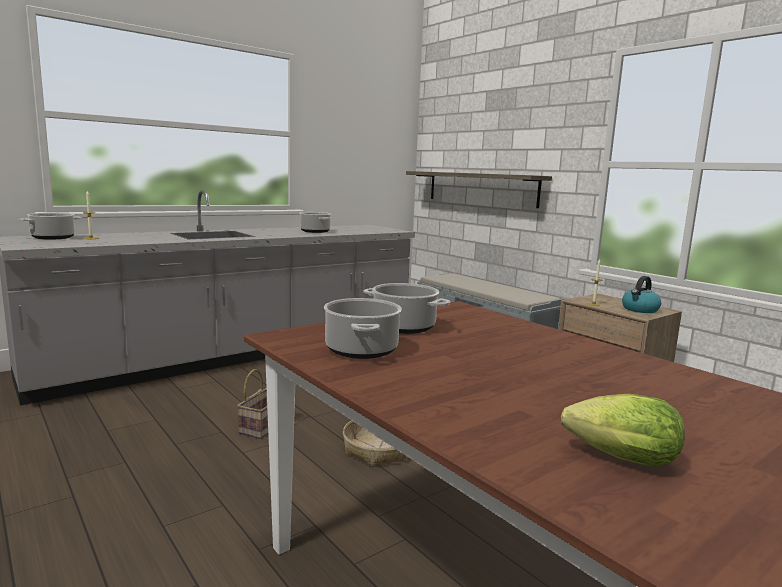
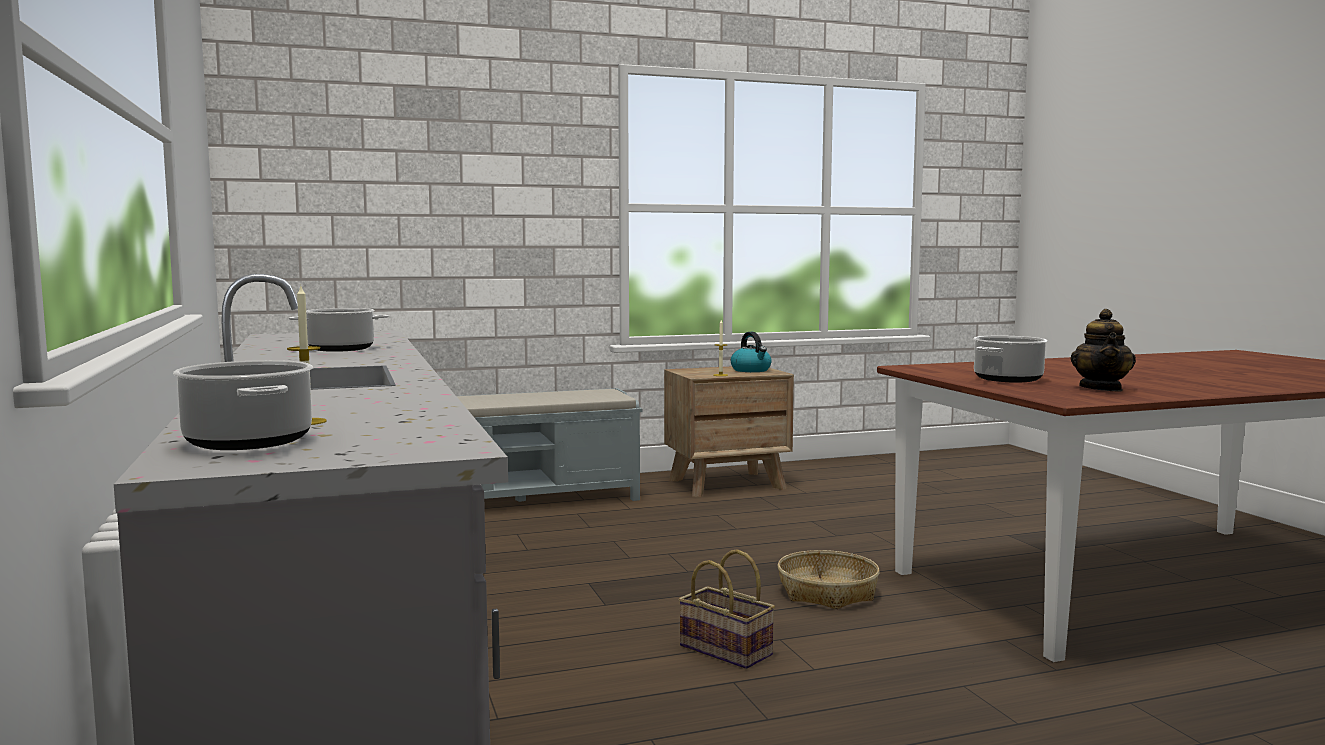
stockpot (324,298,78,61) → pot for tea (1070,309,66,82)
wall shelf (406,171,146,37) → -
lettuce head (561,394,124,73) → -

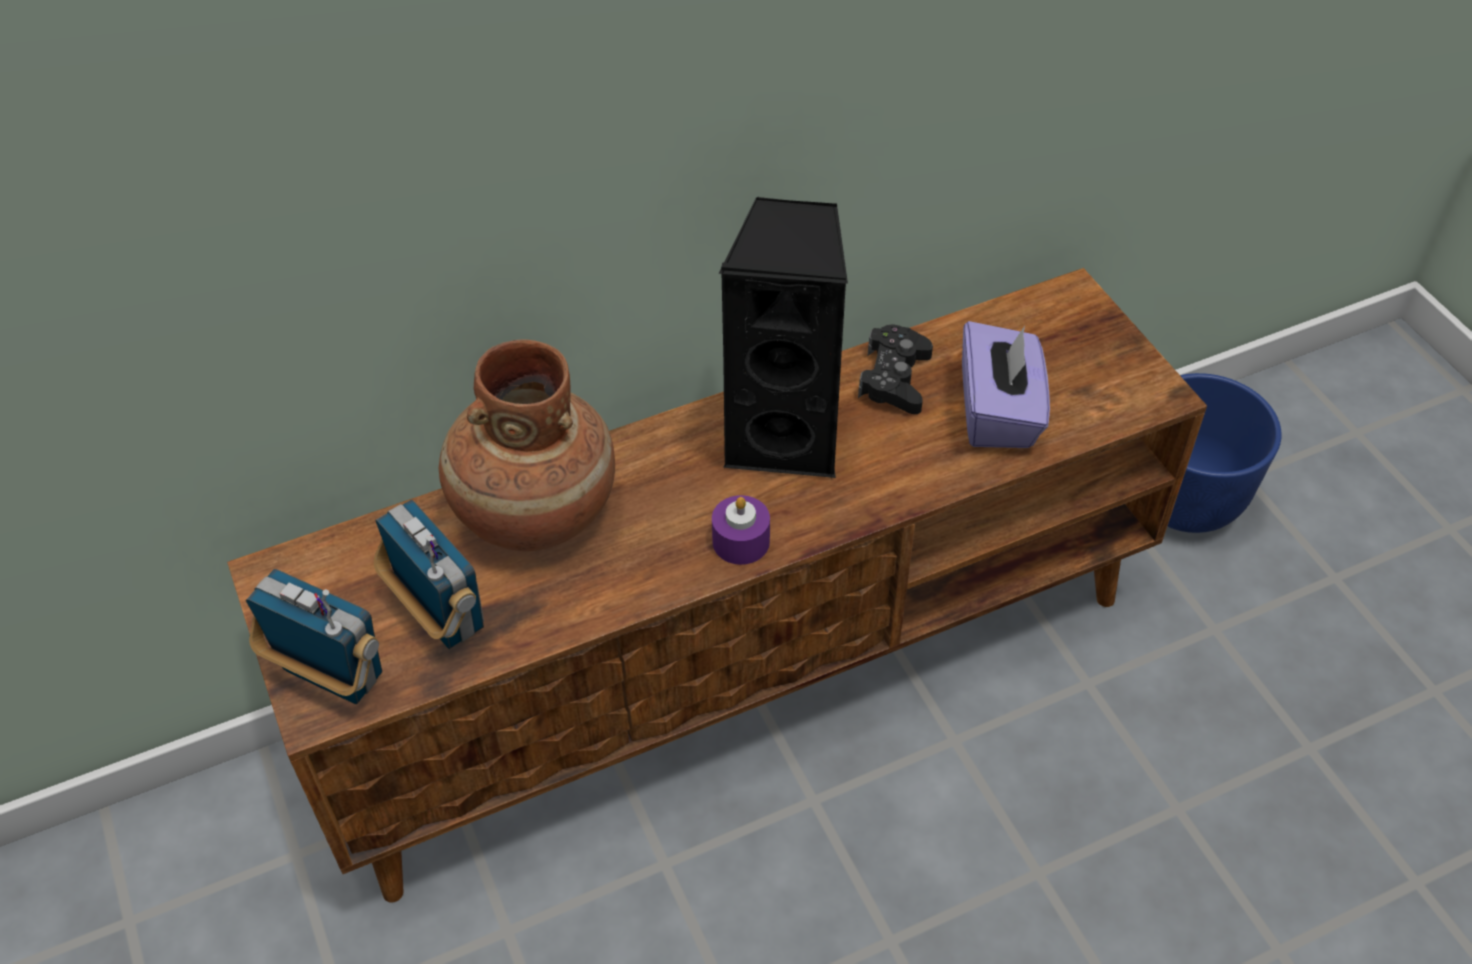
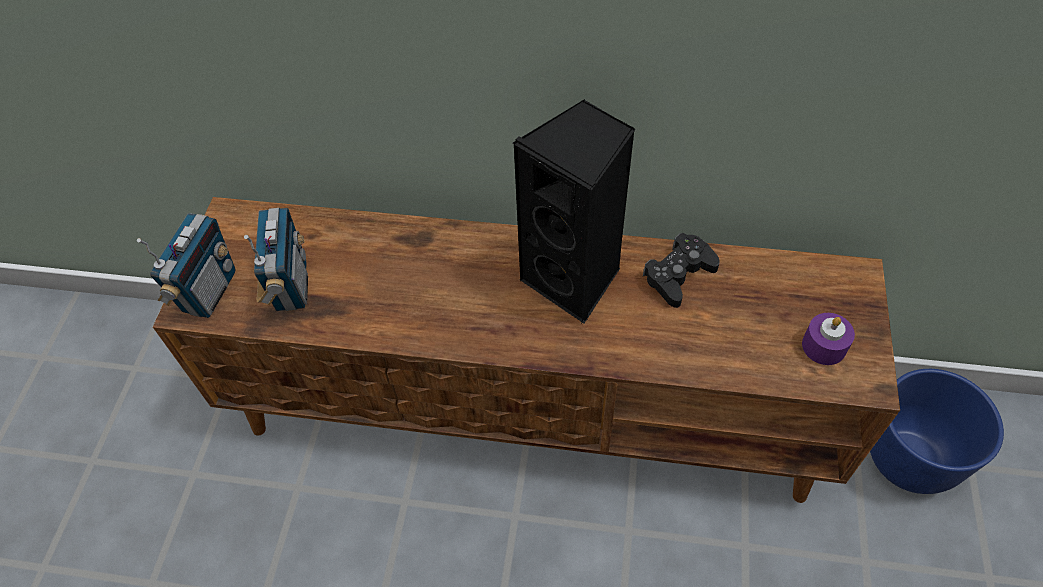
radio set (246,569,136,135) → radio set (137,213,98,105), 45 degrees clockwise
purple-coloured candle (712,495,58,70) → purple-coloured candle (802,313,53,52), relocated
brownish vase (439,339,176,212) → -
purple-coloured box of tissues (962,321,88,127) → -

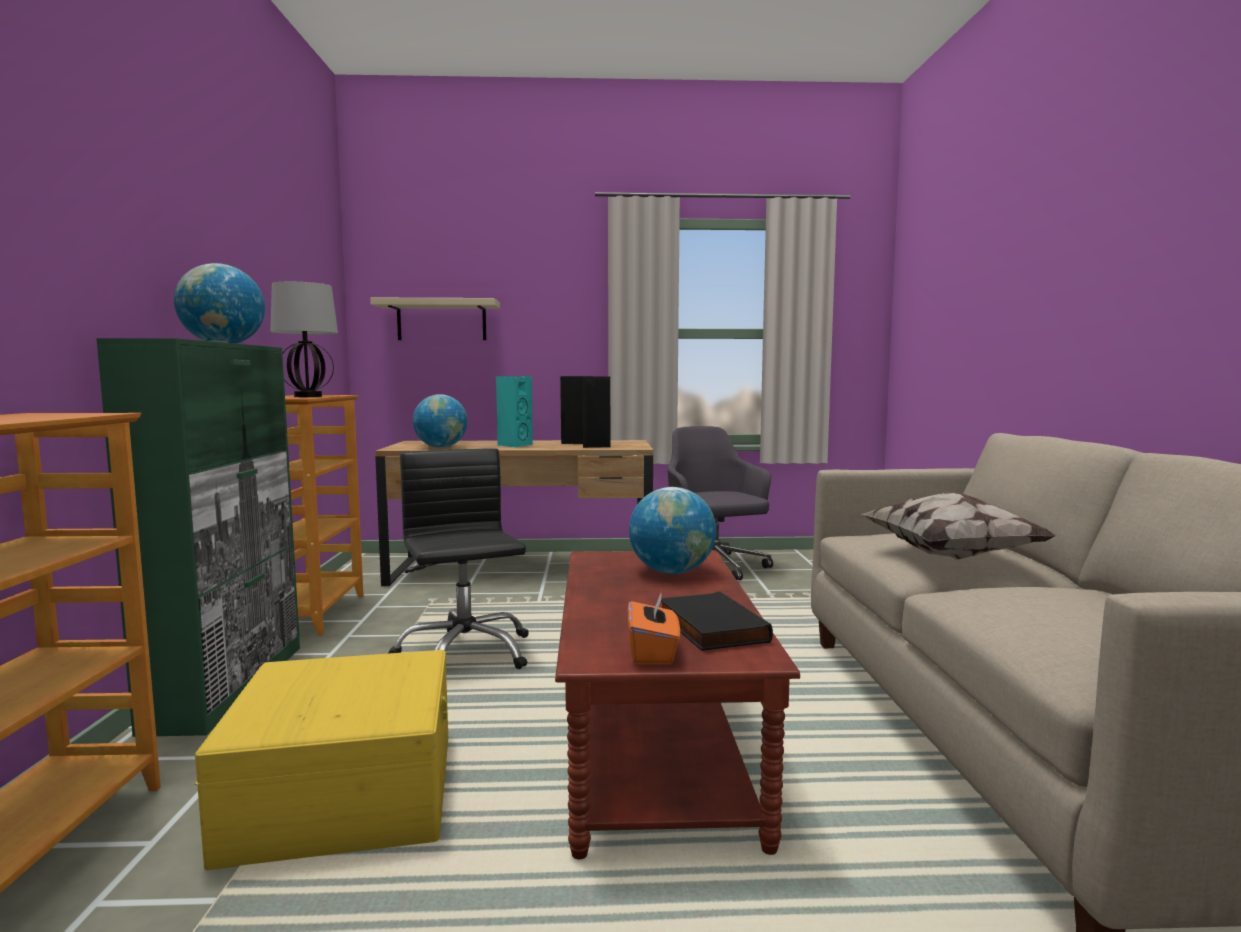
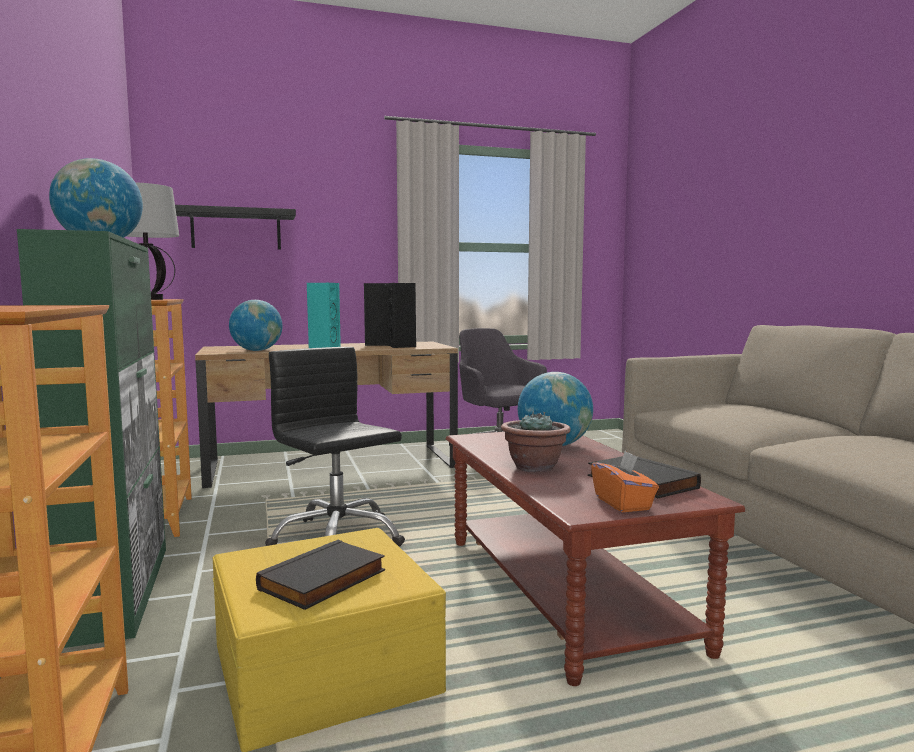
beige-coloured wall shelf (370,298,130,42) → black wall shelf (175,205,121,45)
- → black volume (256,540,129,70)
- → plant in a pot (501,411,70,61)
cushion (861,492,195,67) → -

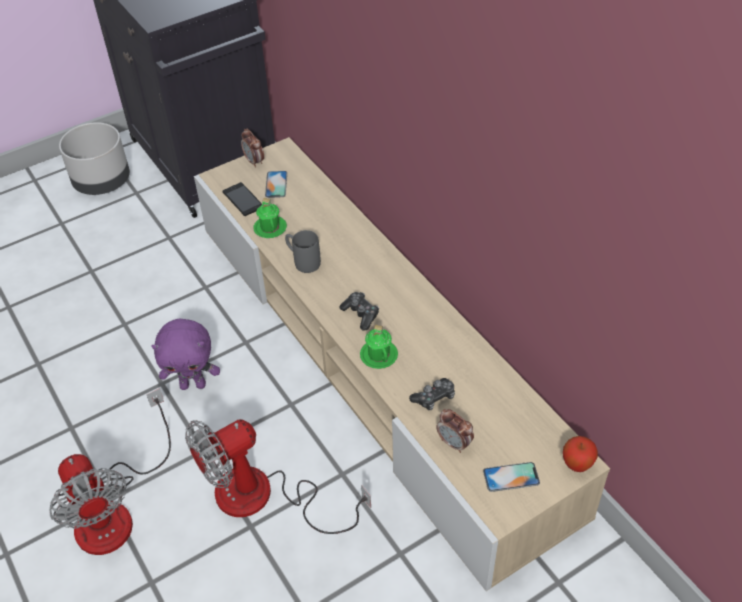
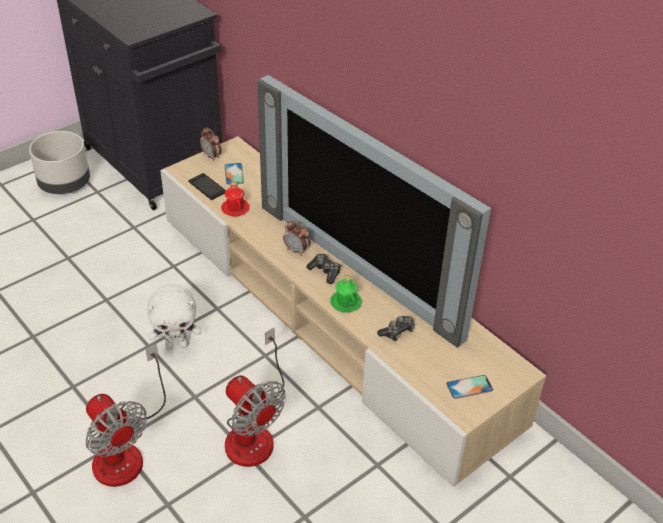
purple-coloured plush toy (151,318,69,72) → white plush toy (147,284,55,66)
greenish tea mug (253,198,34,40) → red-coloured tea mug (221,181,29,36)
electric fan (185,419,186,115) → electric fan (225,327,61,140), 90 degrees counterclockwise
- → television (257,75,234,273)
bedside clock (436,409,38,44) → bedside clock (283,221,27,35), relocated
grey tea mug (285,230,36,43) → -
apple (563,436,35,36) → -

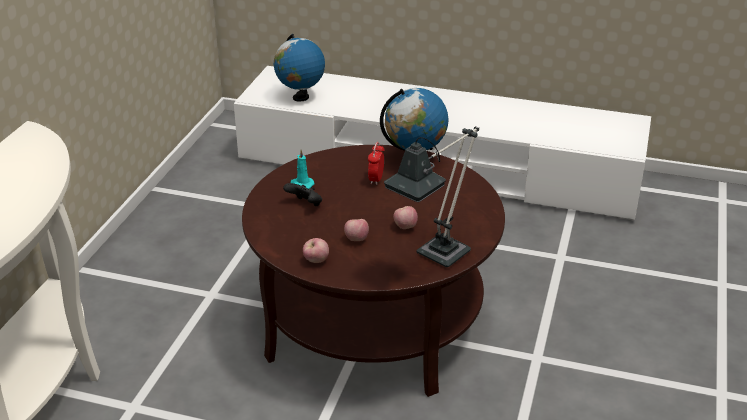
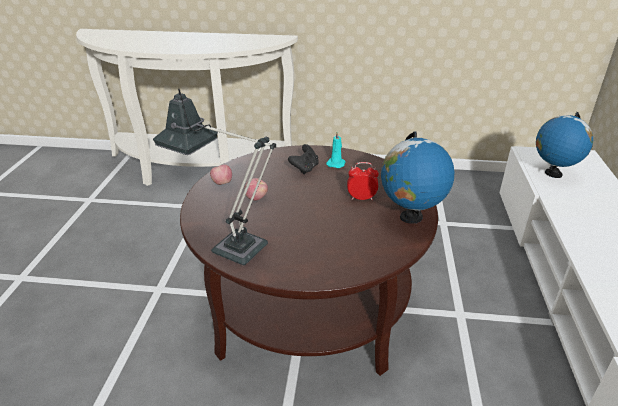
apple (393,206,25,23) → -

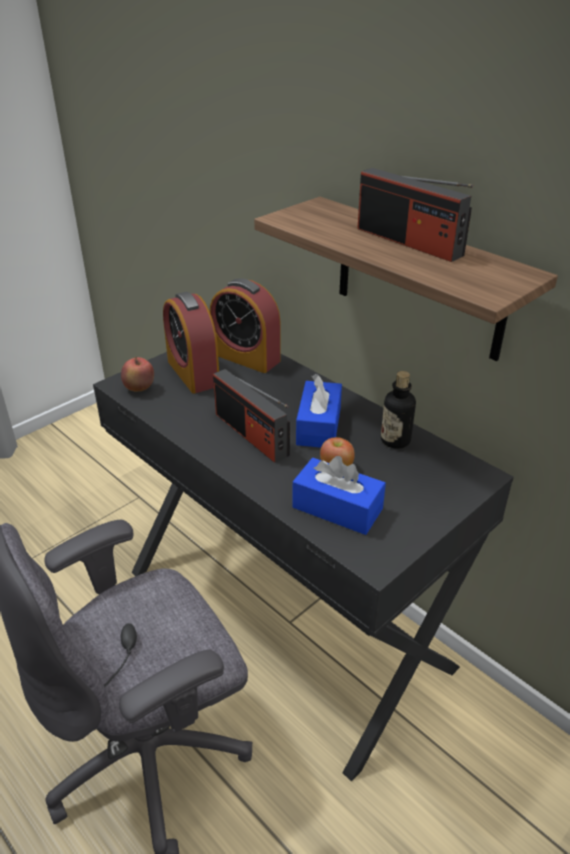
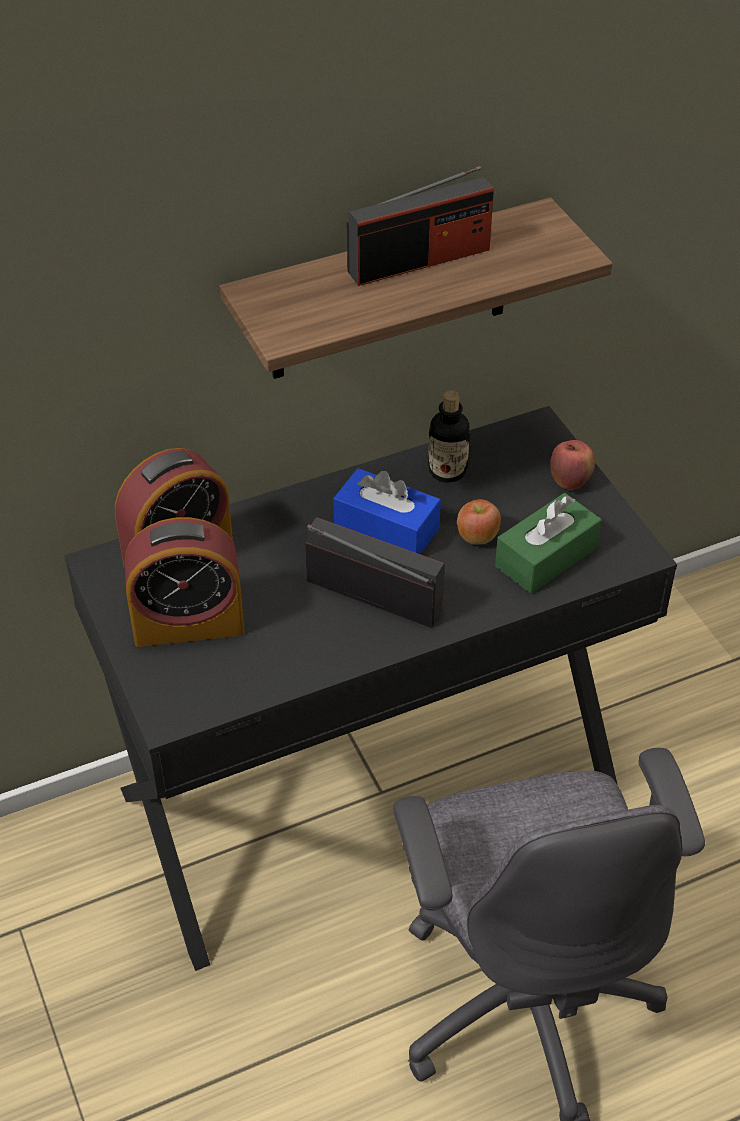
radio set (213,369,77,94) → radio set (305,517,140,111), 135 degrees counterclockwise
bluish box of tissues (292,456,94,79) → greenish box of tissues (495,493,106,101)
apple (121,357,33,35) → apple (550,440,45,50), relocated

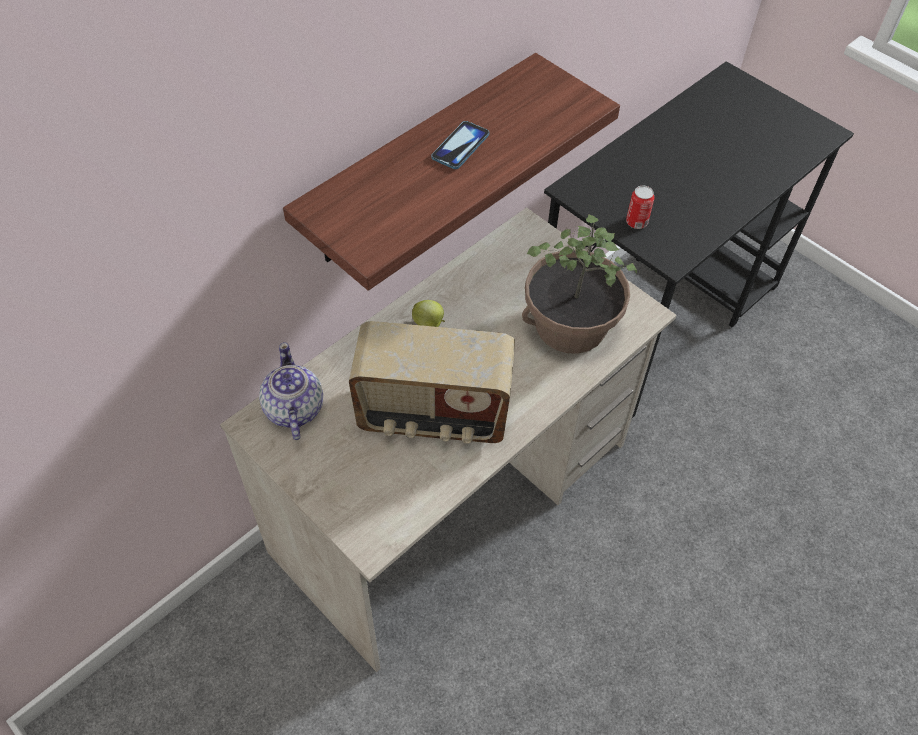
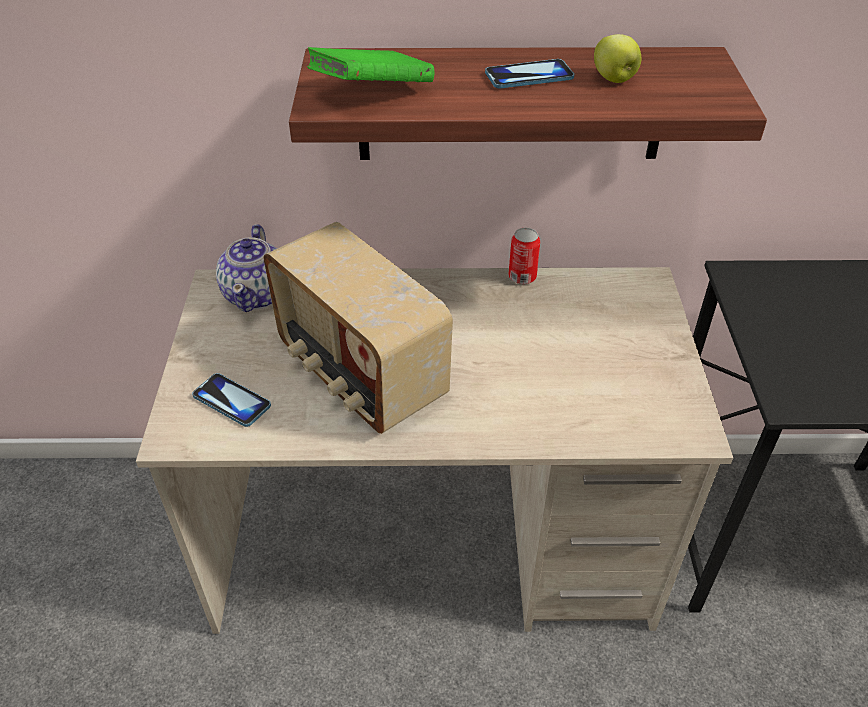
- → handset (192,373,79,54)
pot for tea (259,342,64,98) → pot for tea (216,224,61,88), 150 degrees clockwise
- → greenish volume (307,47,127,35)
metal can (626,186,28,43) → metal can (508,228,32,56), relocated
apple (412,300,33,27) → apple (594,34,48,49), relocated
plant in a pot (522,214,115,140) → -

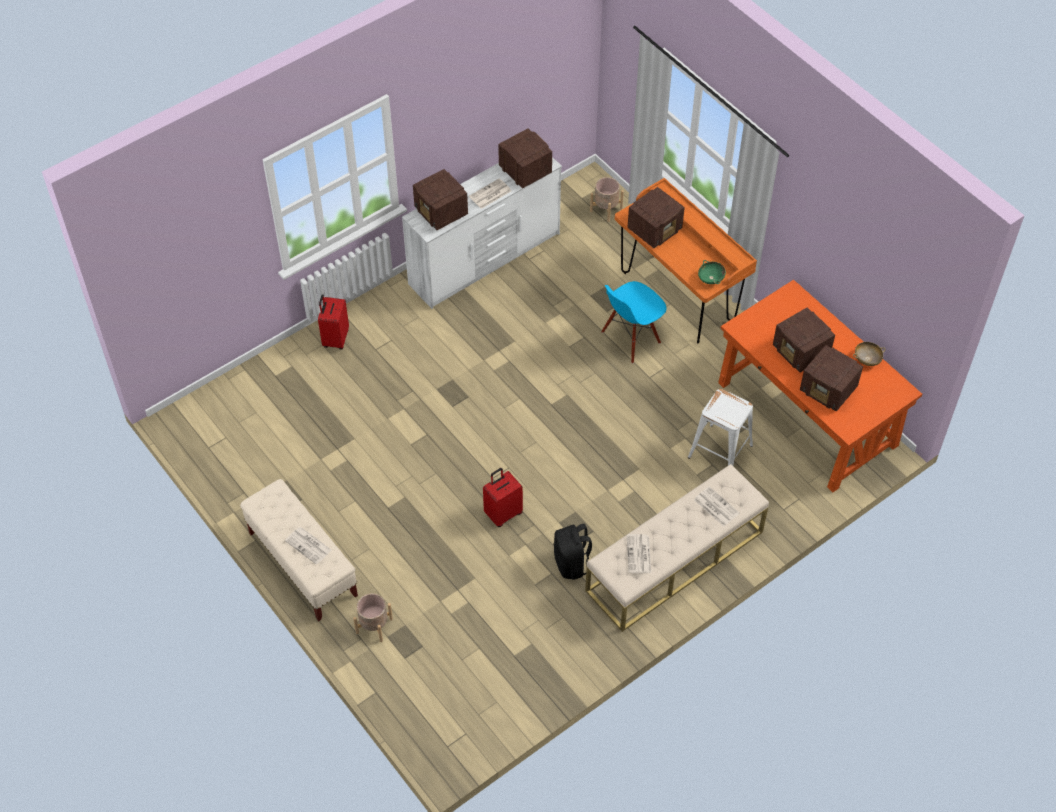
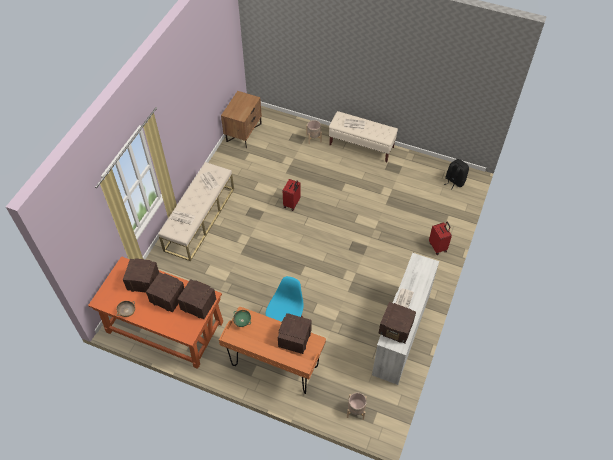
radio set (413,169,55,61) → radio set (177,279,39,40), relocated
- → brownish bedside table (221,91,41,57)
black rucksack (554,524,38,56) → black rucksack (444,159,25,31), relocated
white sitting stool (688,389,65,77) → -

